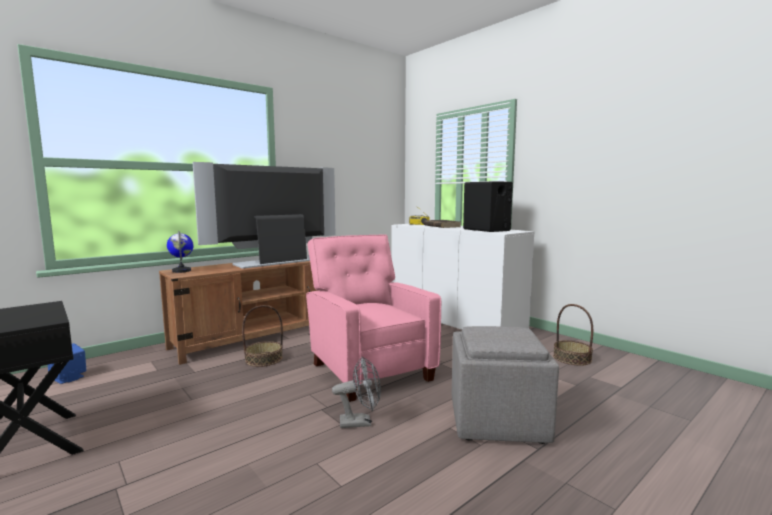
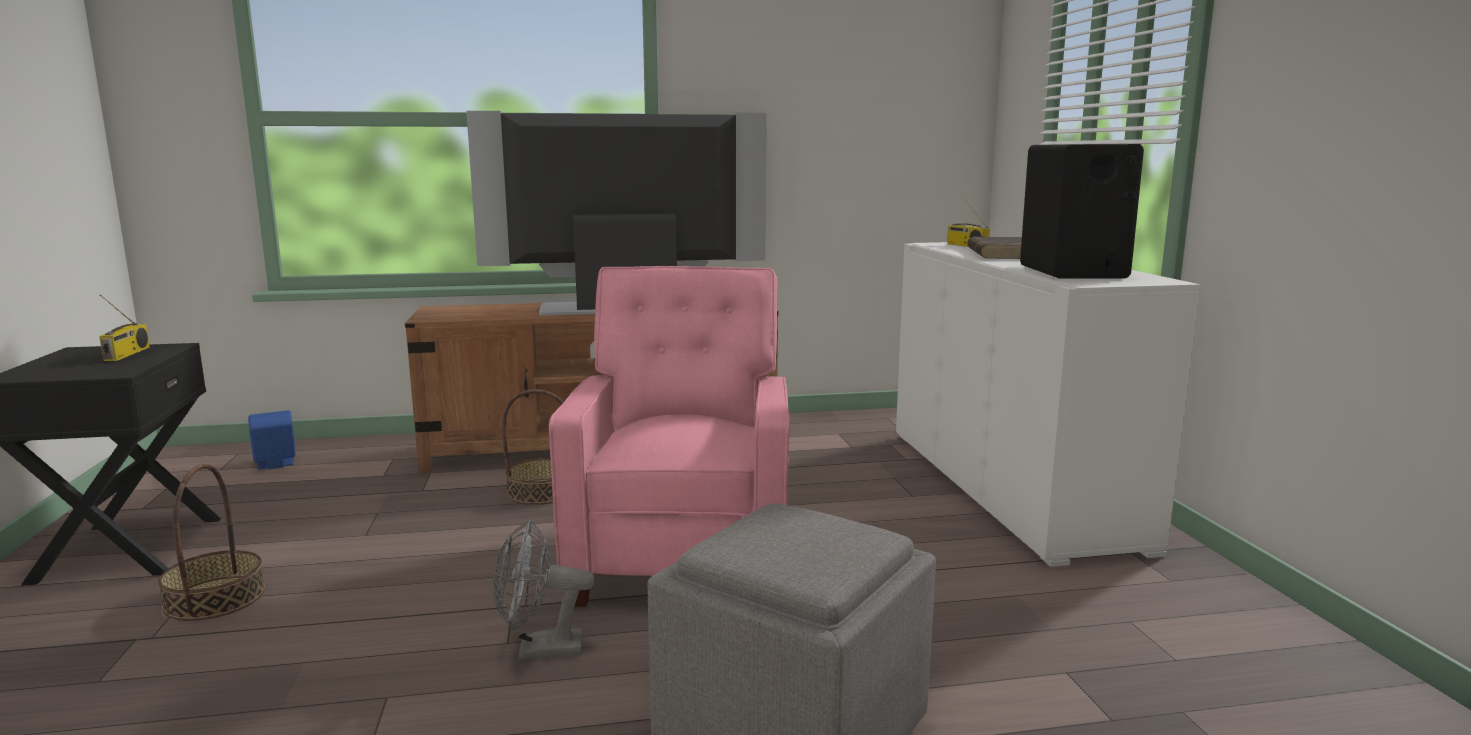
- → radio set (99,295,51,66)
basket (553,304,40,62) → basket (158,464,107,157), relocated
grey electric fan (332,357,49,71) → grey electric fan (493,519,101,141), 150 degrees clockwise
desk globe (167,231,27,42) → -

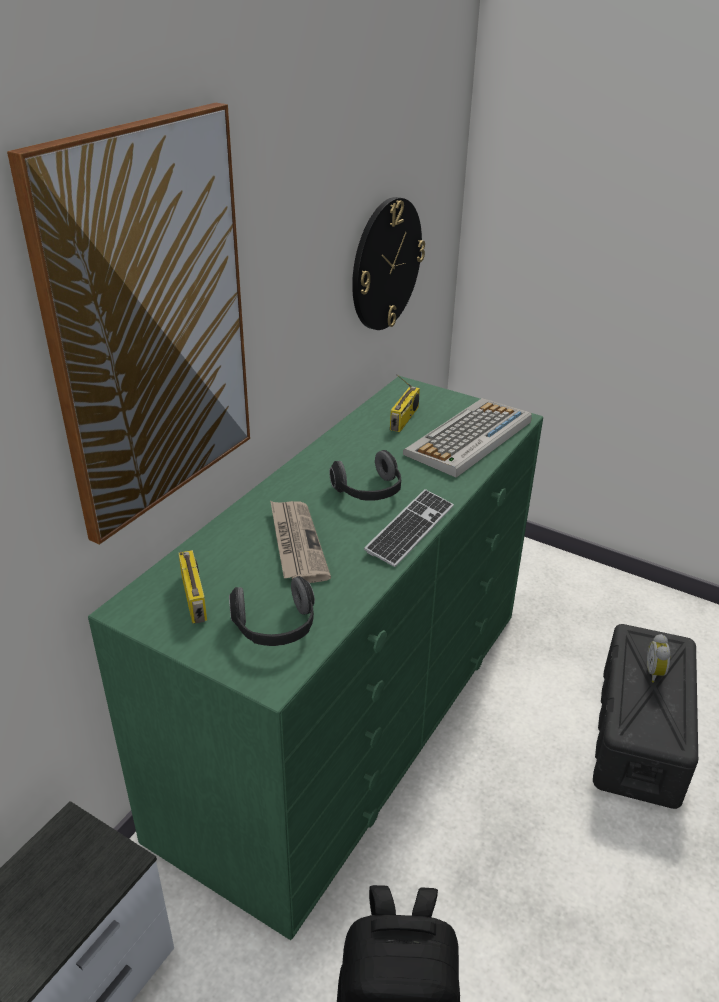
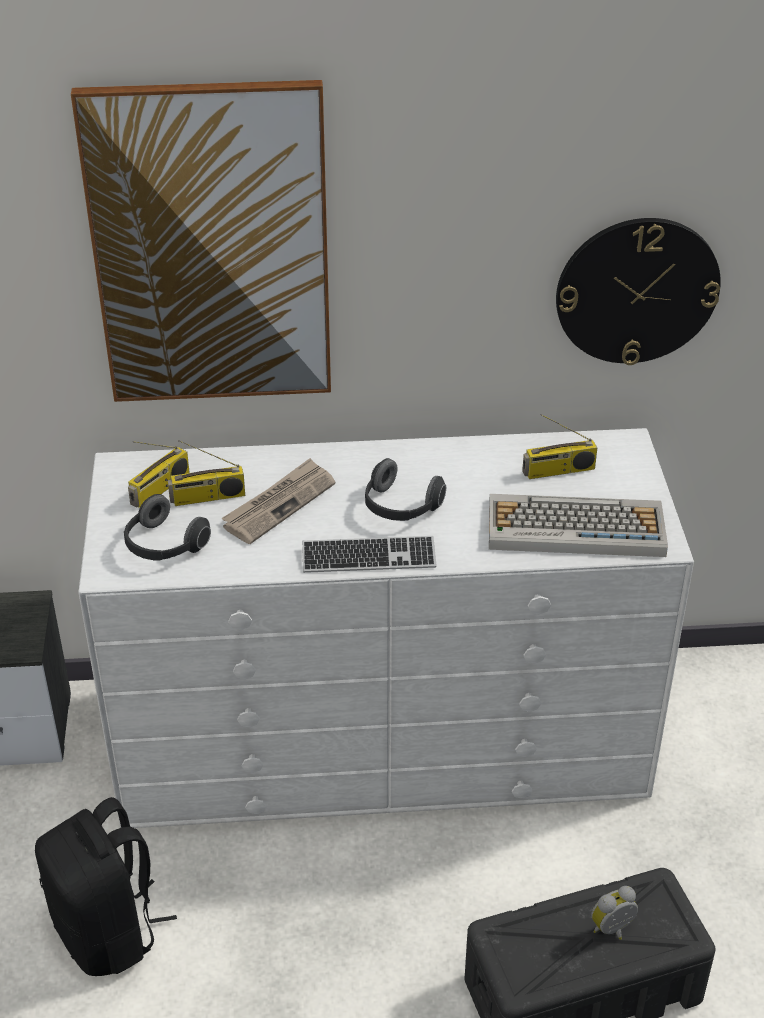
greenish dresser (88,376,455,564) → white dresser (78,428,616,400)
- → radio set (168,440,77,66)

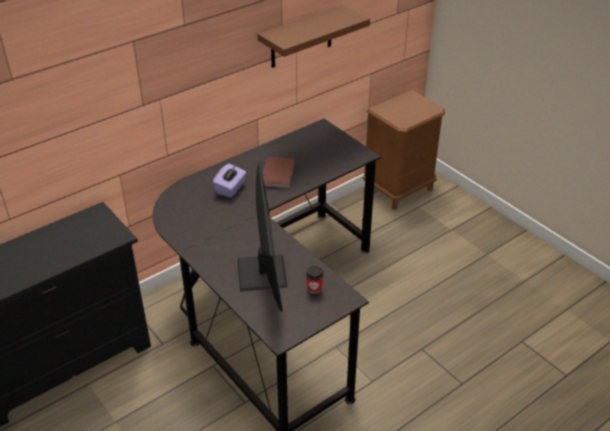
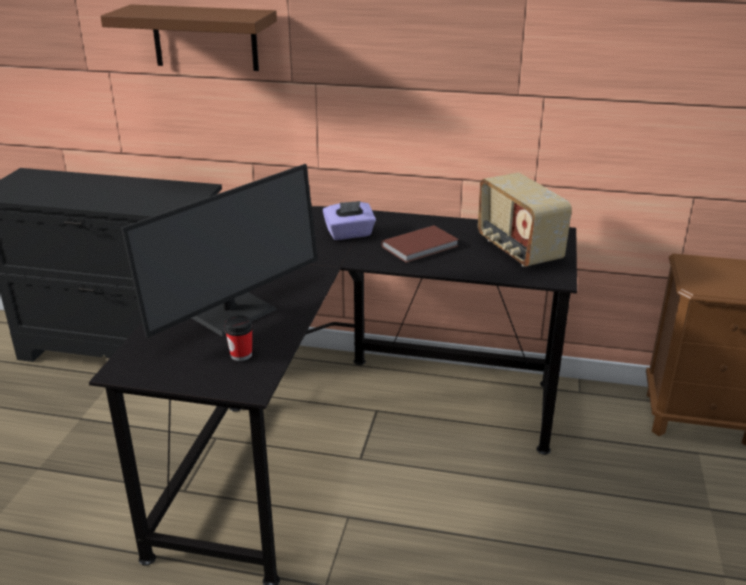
brownish wall shelf (258,5,112,63) → brownish wall shelf (100,5,177,66), relocated
- → radio set (478,172,94,95)

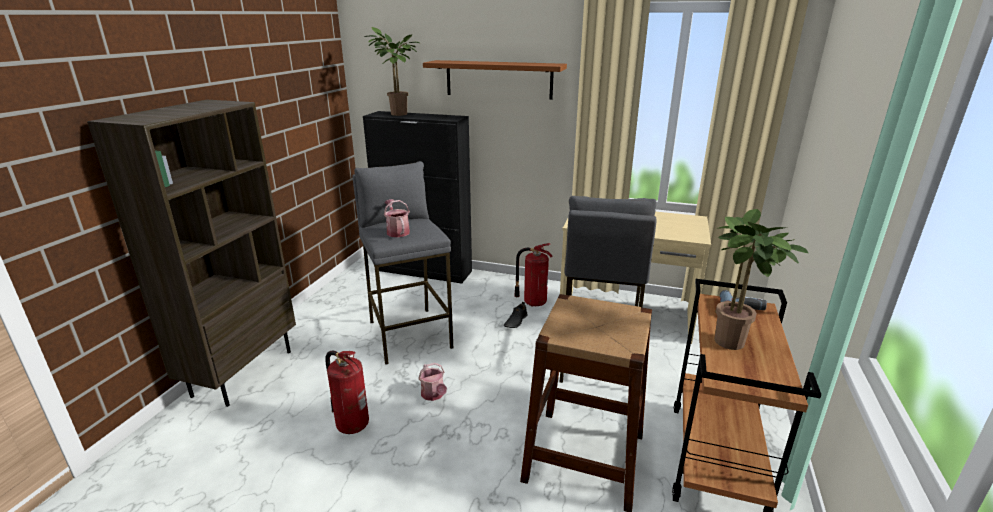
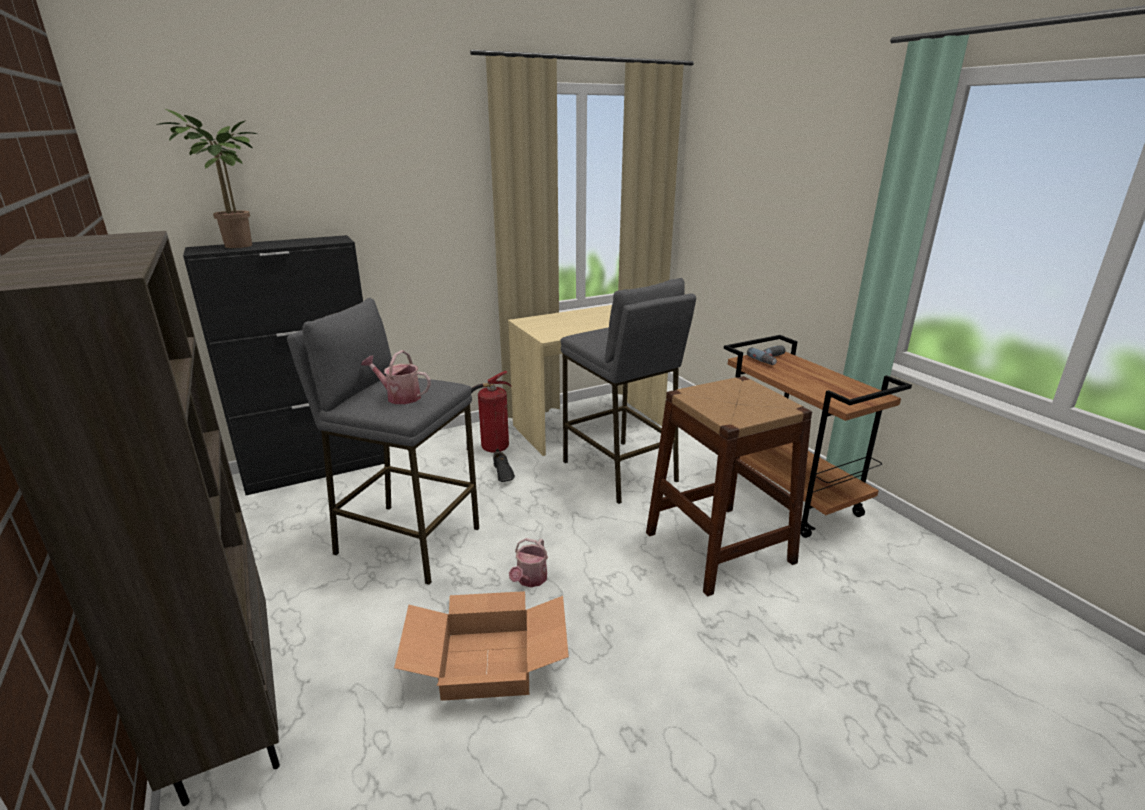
fire extinguisher (325,351,44,83) → carton (394,591,175,110)
watering can (418,363,29,38) → watering can (509,538,39,49), 90 degrees clockwise
brownish wall shelf (423,60,144,40) → -
plant in a pot (714,209,94,141) → -

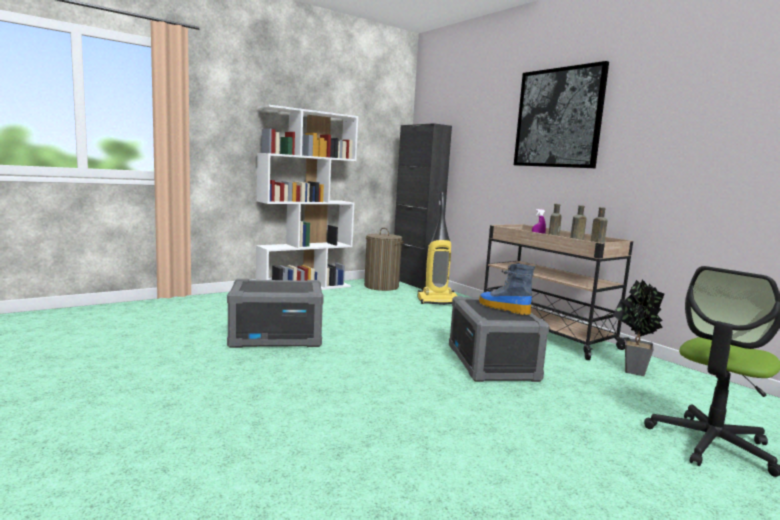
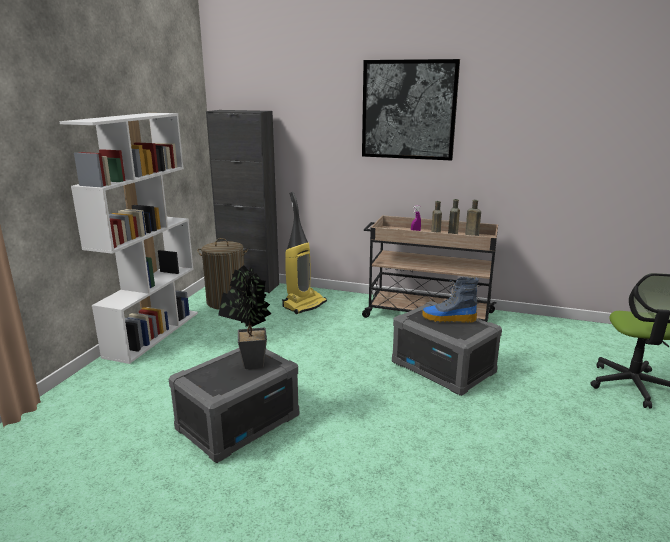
plant in a pot (613,280,51,96) → plant in a pot (218,265,53,104), relocated

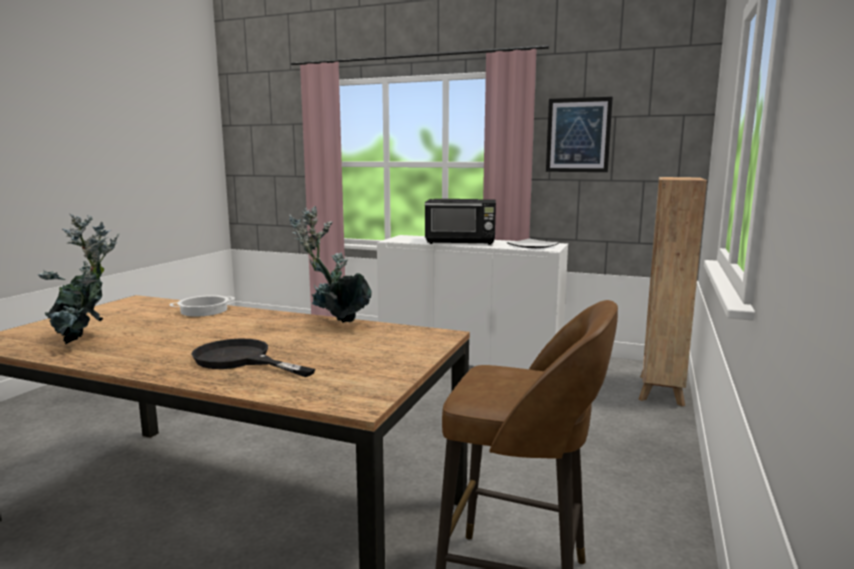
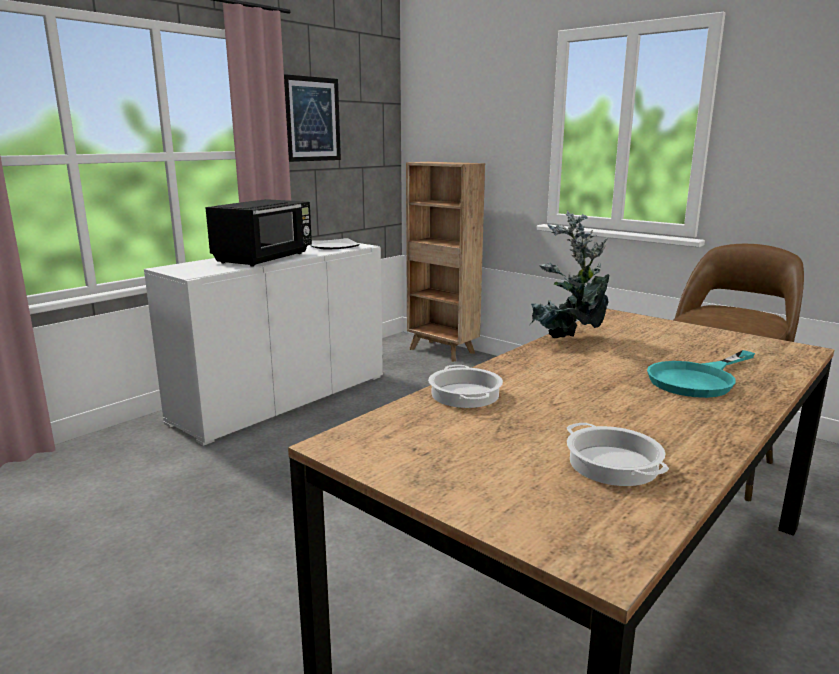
plant in a pot (38,214,81,131) → stockpot (567,423,102,63)
black frying pan (191,338,124,39) → blue-green frying pan (647,350,108,48)

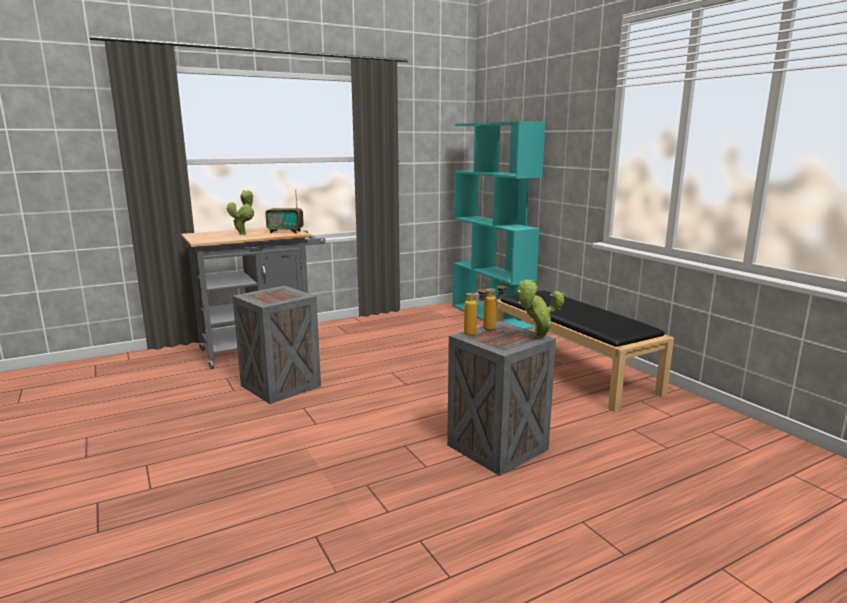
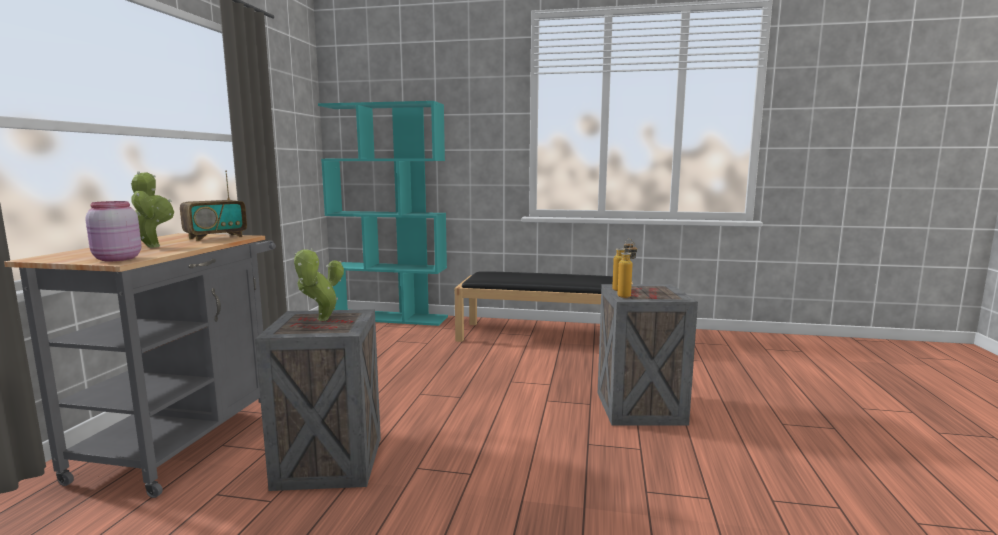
- → pink preserve jar (85,201,57,60)
plant in a pot (517,280,47,59) → plant in a pot (294,248,50,73), relocated

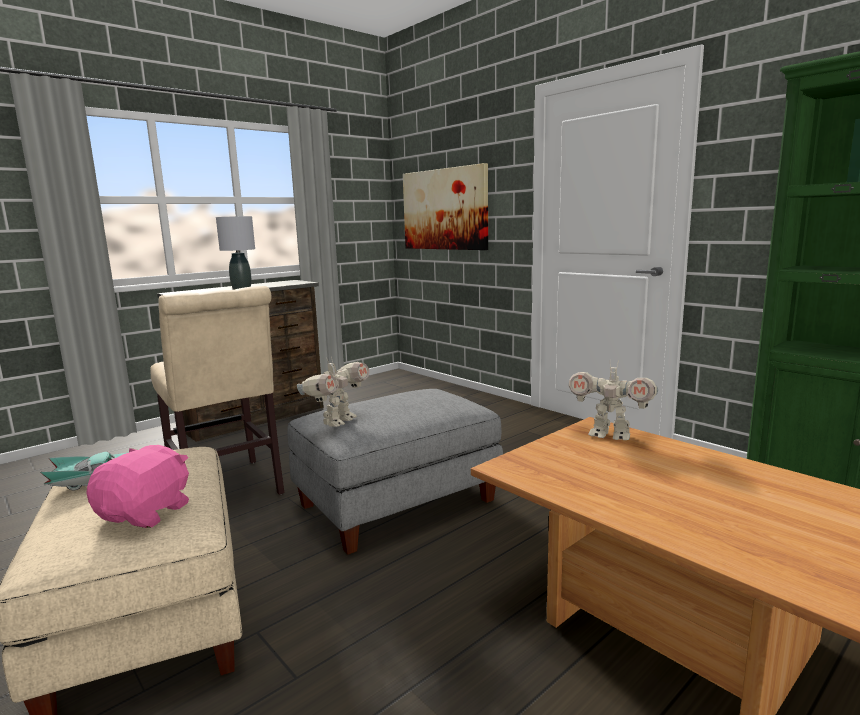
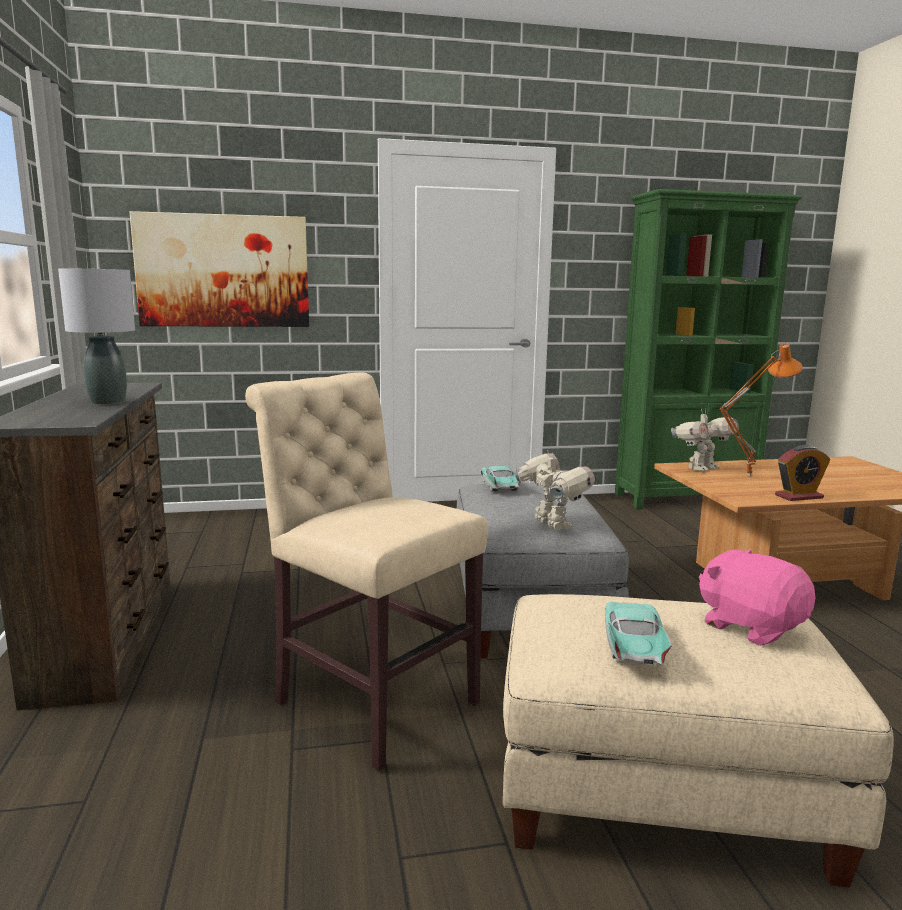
beige-coloured chair (150,286,134,209) → beige-coloured chair (245,372,243,399), 135 degrees counterclockwise
- → blue-green model car (481,466,40,25)
- → orangey lamp for a table (719,343,84,134)
- → bedside clock (775,445,55,56)

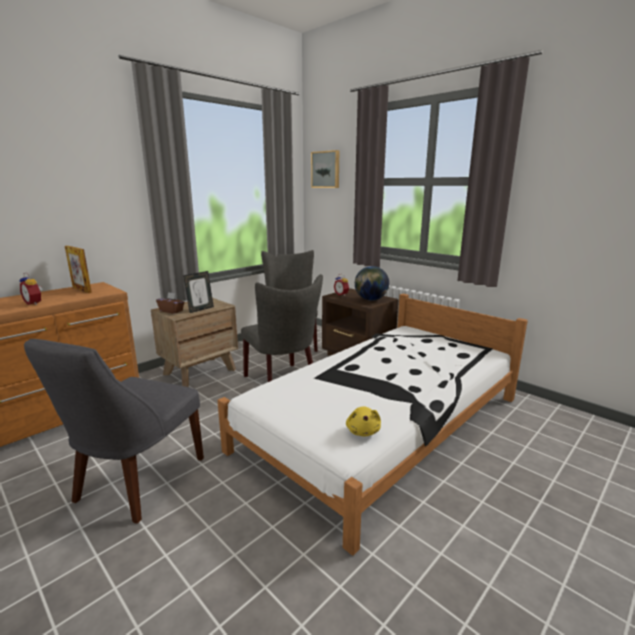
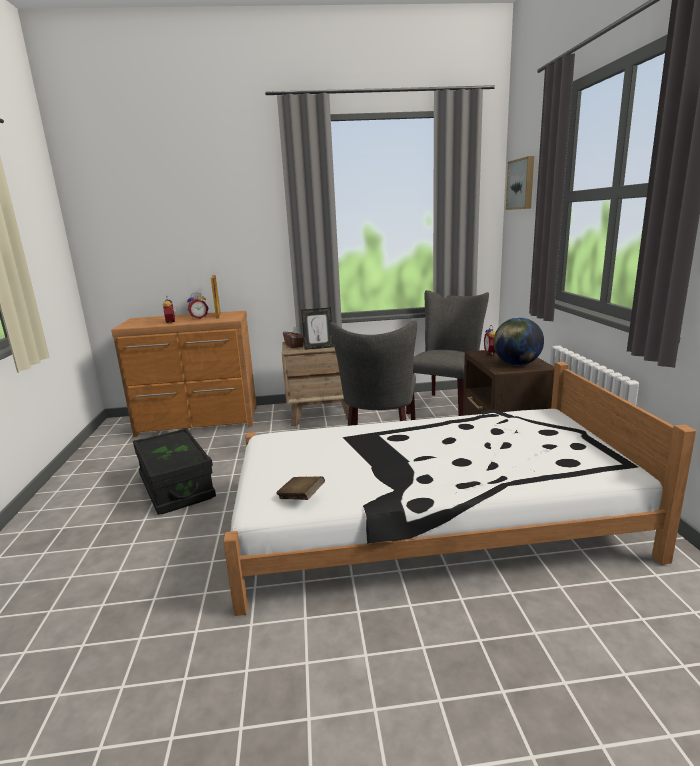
grey chair (24,339,180,185) → black storage bin (133,428,83,87)
- → bedside clock (187,292,22,27)
yellow plush toy (346,406,35,30) → brownish volume (276,476,49,24)

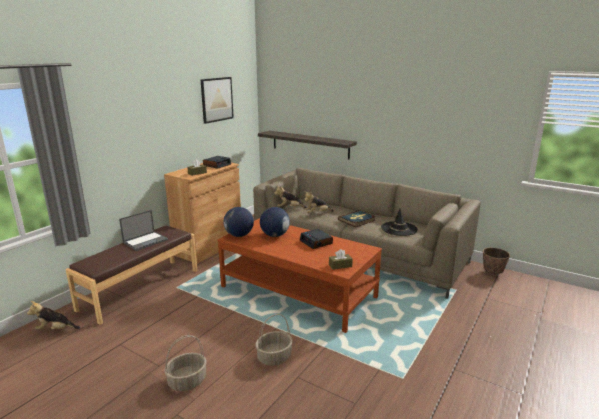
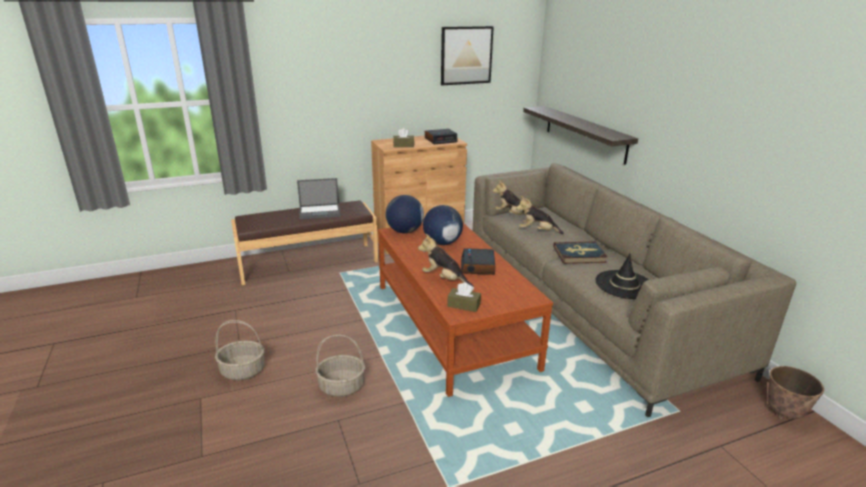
plush toy (27,301,54,29) → plush toy (418,234,55,53), relocated

